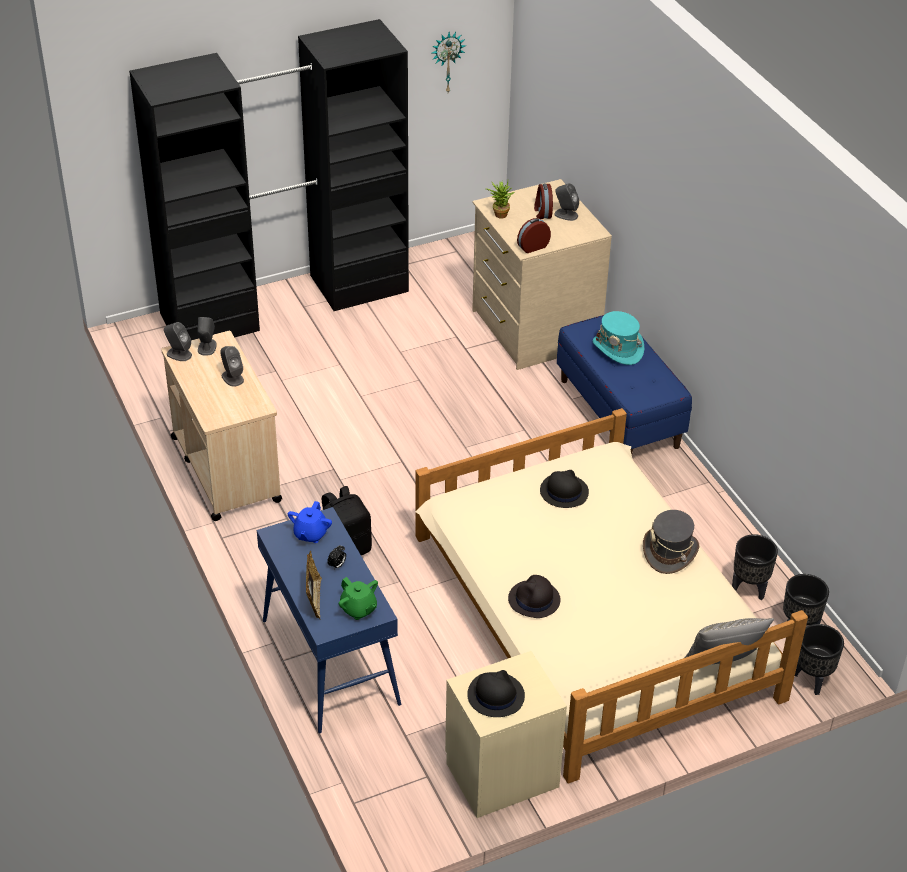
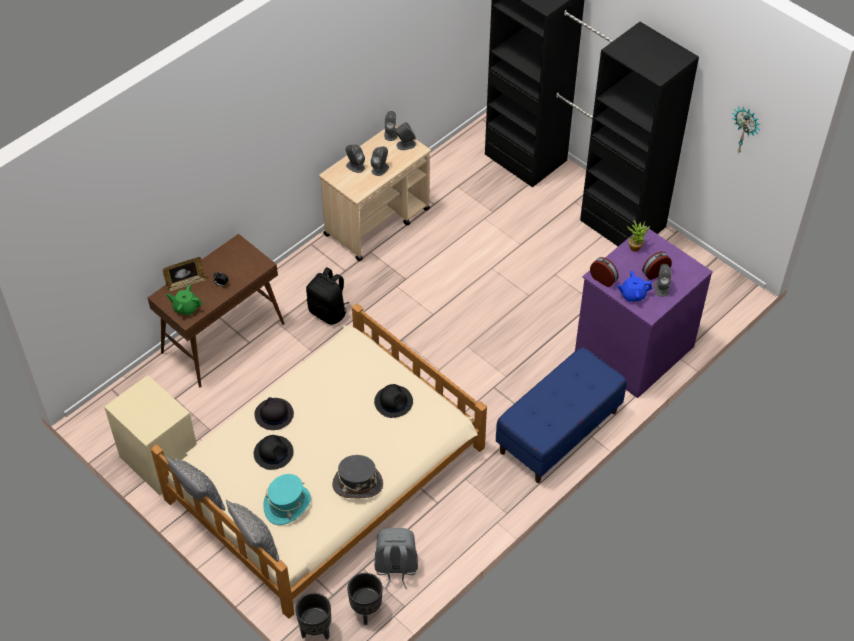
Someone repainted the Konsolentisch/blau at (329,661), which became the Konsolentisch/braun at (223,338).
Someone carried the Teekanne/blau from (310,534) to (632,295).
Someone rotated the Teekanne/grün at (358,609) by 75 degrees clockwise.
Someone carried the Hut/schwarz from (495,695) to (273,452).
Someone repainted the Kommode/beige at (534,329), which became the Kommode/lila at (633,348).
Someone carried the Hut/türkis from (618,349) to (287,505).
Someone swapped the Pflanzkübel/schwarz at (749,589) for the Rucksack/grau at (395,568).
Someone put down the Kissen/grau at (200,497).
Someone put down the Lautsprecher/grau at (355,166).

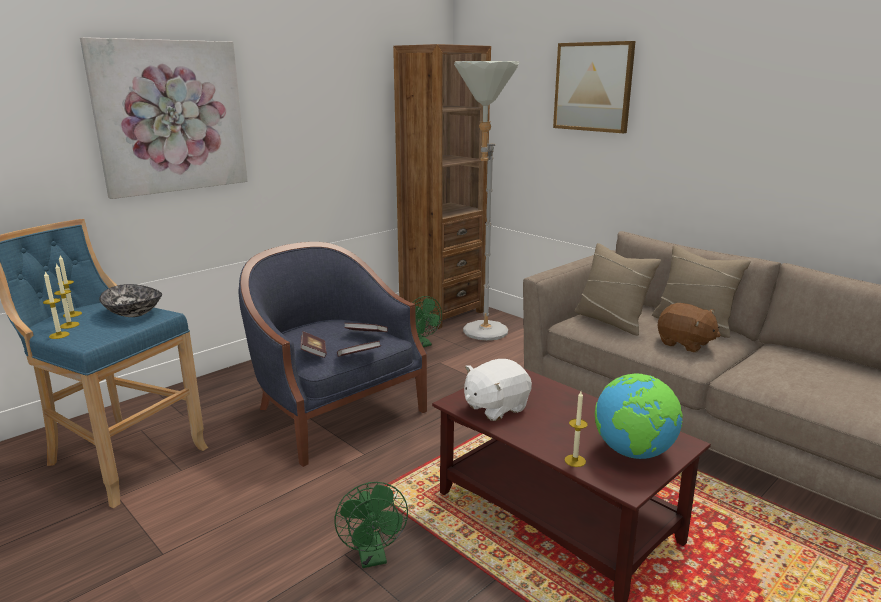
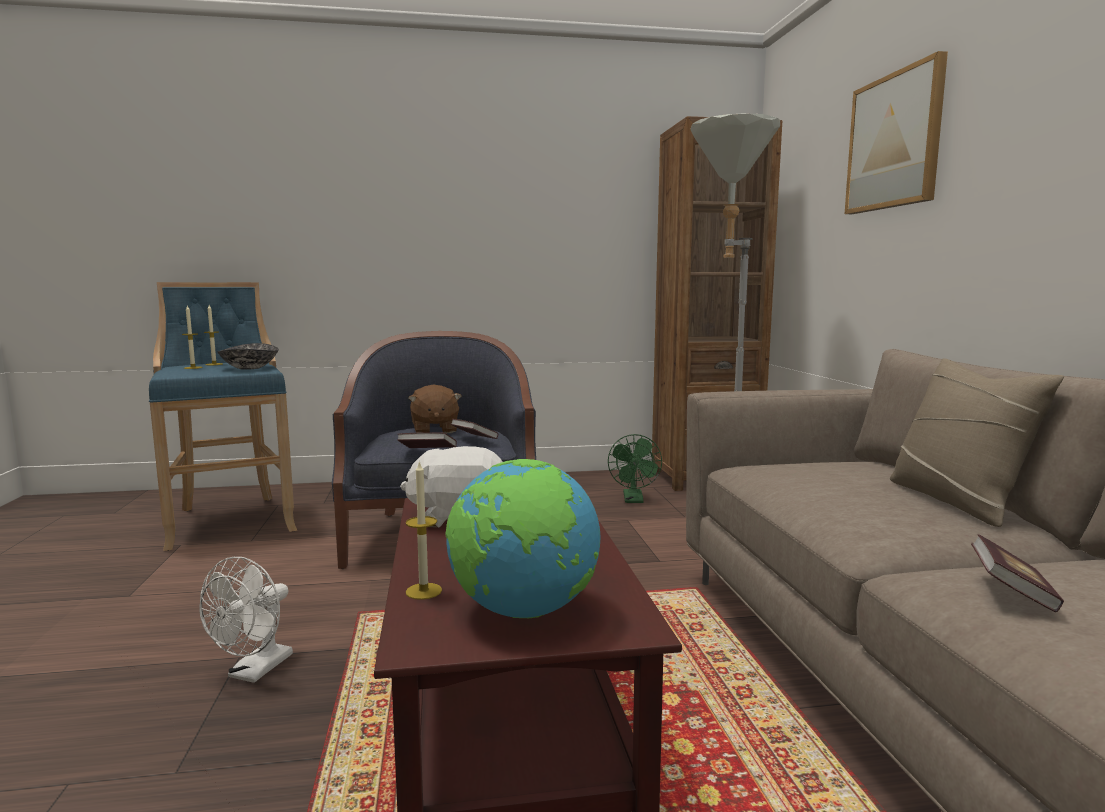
Someone took away the Kerze at (59,335).
Someone took away the Bild at (171,117).
Someone carried the Buch from (314,353) to (1011,592).
Someone repainted the Ventilator/grün at (373,557), which became the Ventilator/weiß at (255,671).
Someone took away the Kissen/beige at (611,321).
Someone carried the Plüschtier/braun from (685,344) to (434,430).

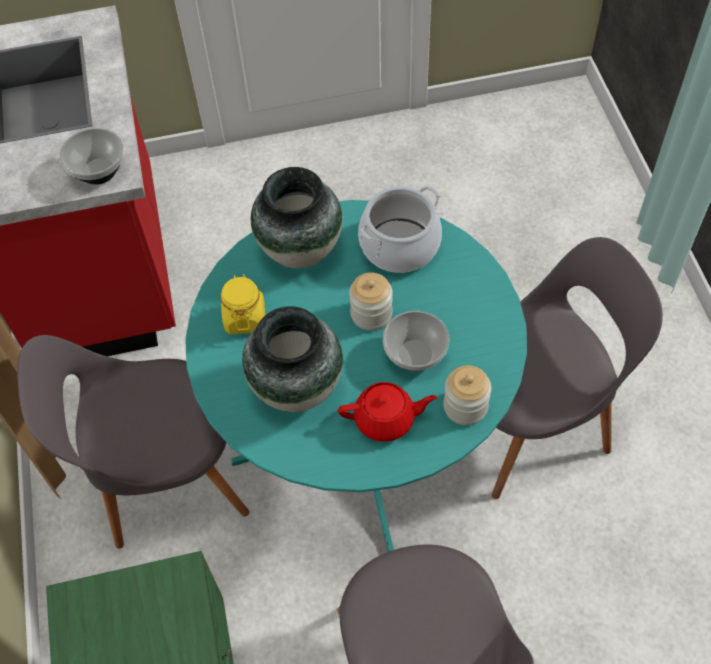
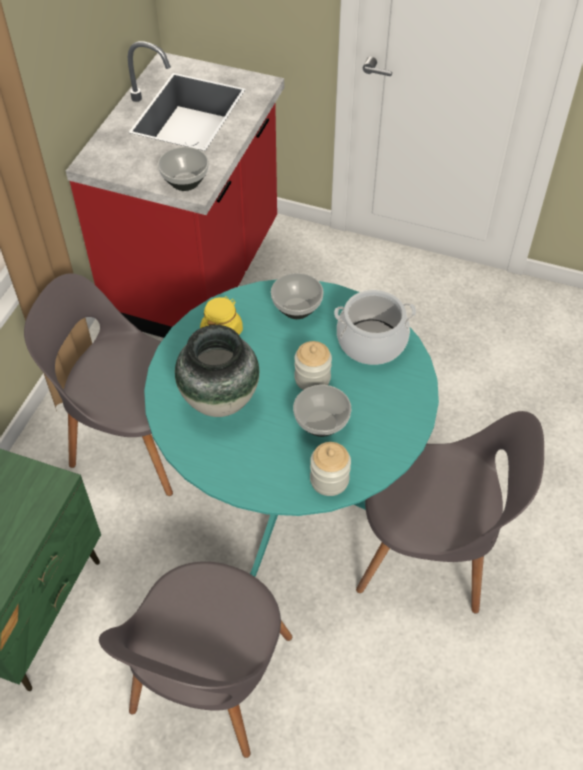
Someone swapped the Vase at (300,250) for the Schüssel at (296,309).
Someone took away the Teekanne/rot at (386,419).

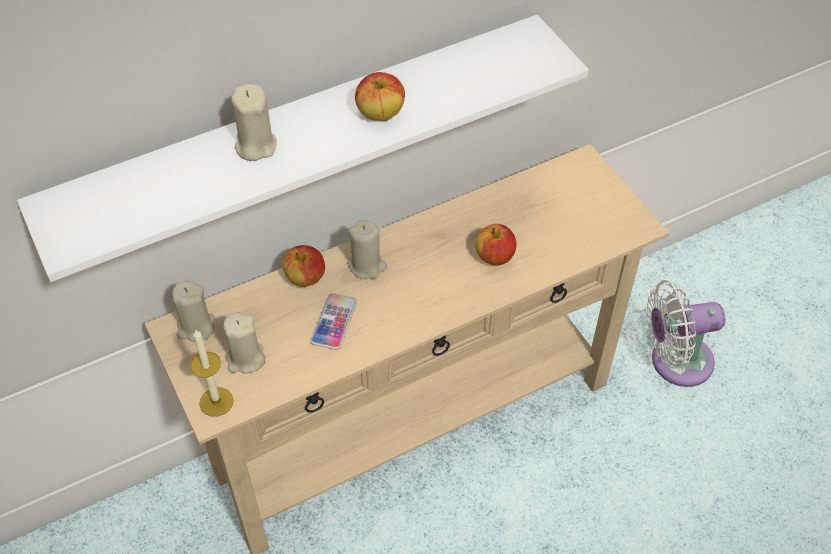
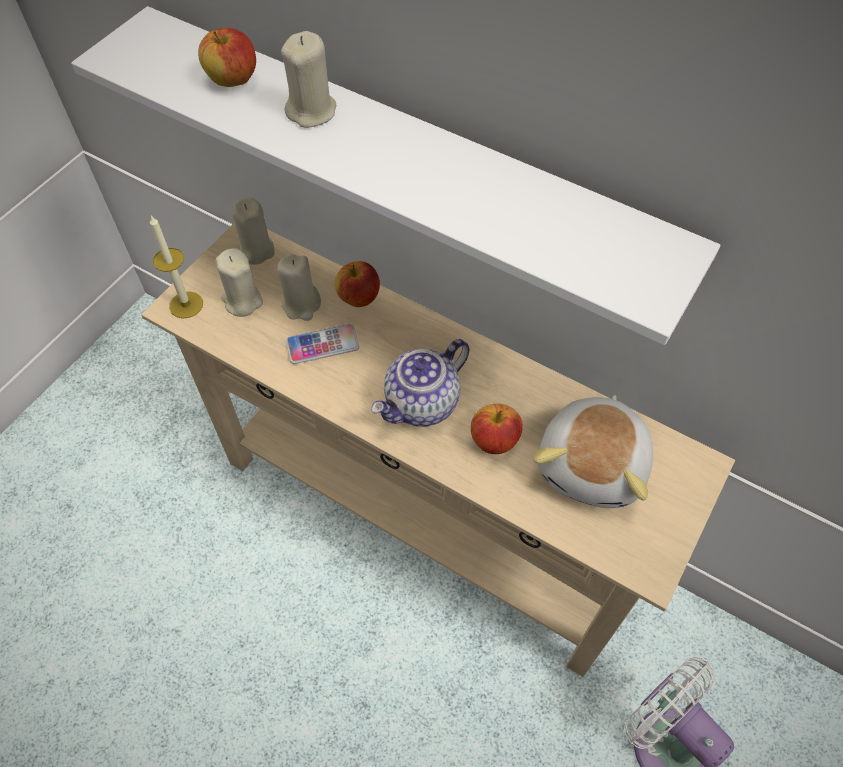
Someone carried the Kerze/beige from (367,265) to (301,305).
Someone carried the Apfel from (380,114) to (233,80).
Someone put down the Teekanne at (422,404).
Someone put down the Plüschtier at (593,465).

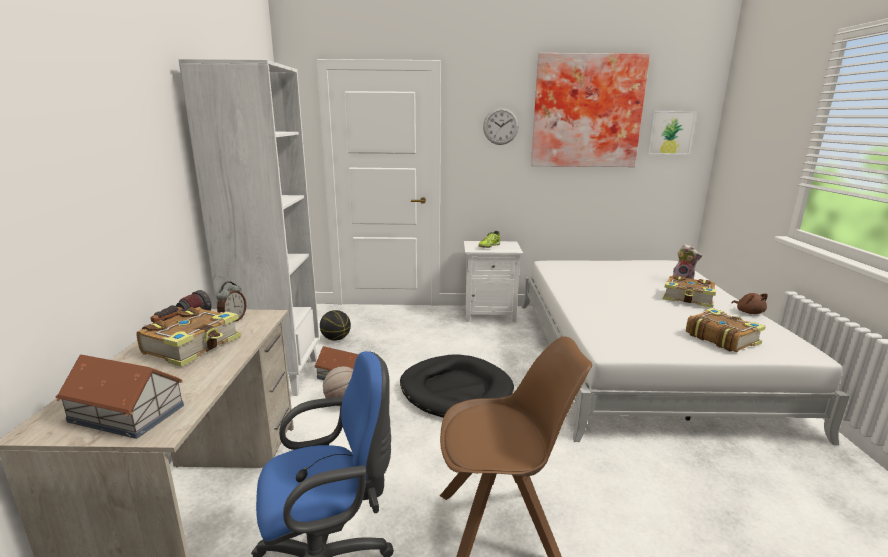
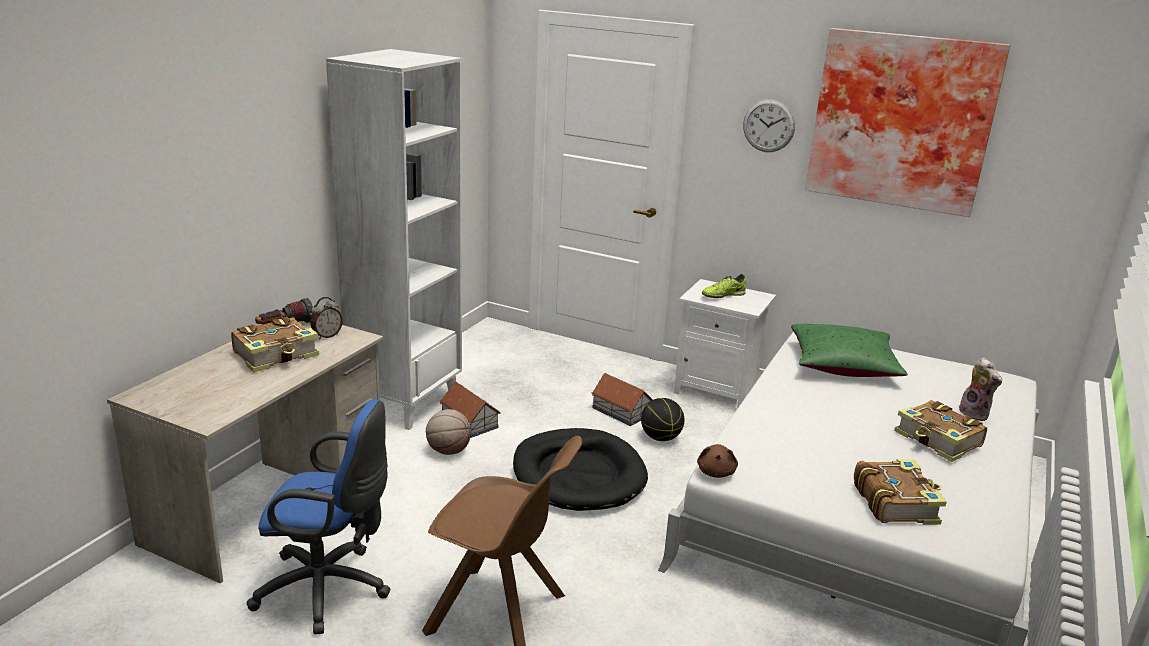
Someone carried the Spielzeughaus from (127,414) to (621,411).
Someone carried the Basketball from (336,338) to (661,438).
Someone took away the Bild at (670,133).
Someone carried the Plüschtier/braun from (748,312) to (716,472).
Someone put down the Kissen/grün at (843,365).

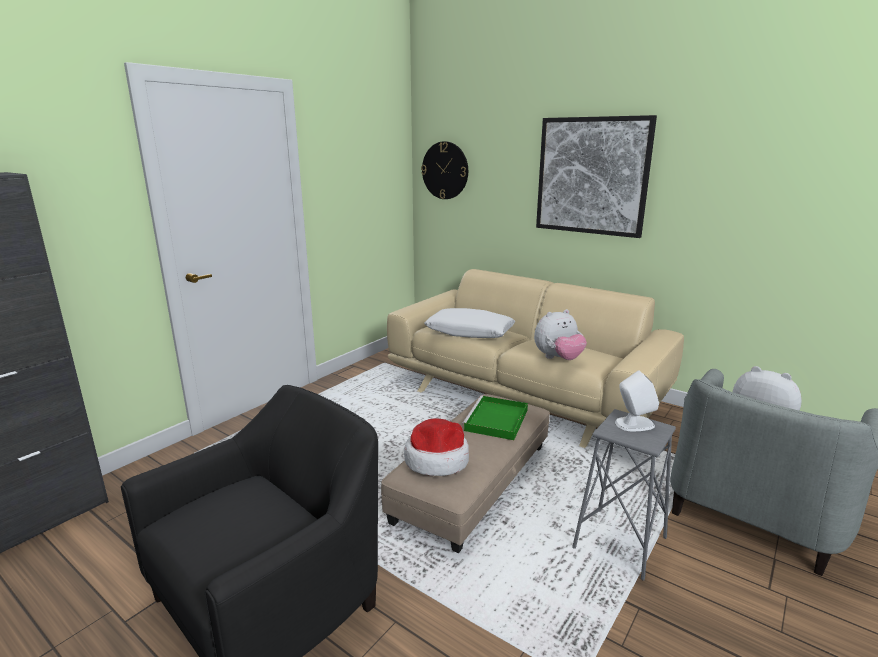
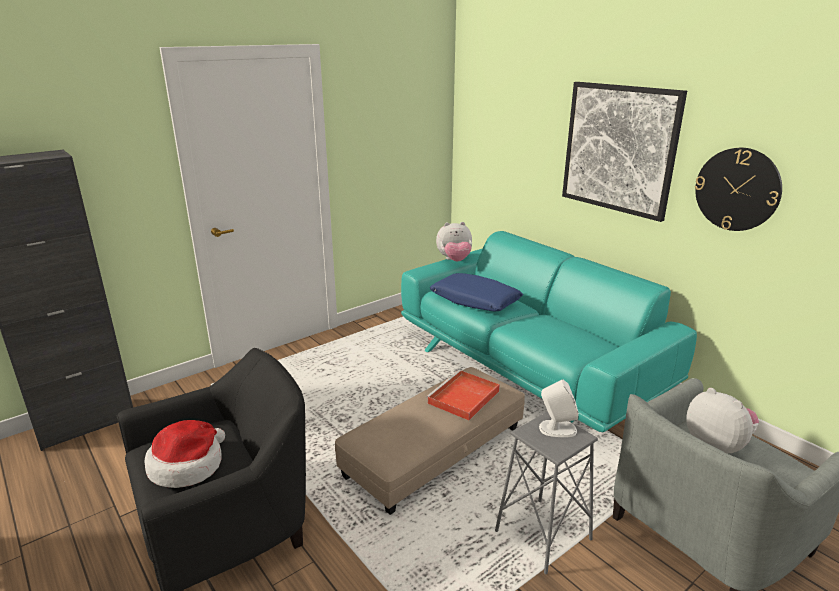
Someone repainted the Sofa/beige at (524,394), which became the Sofa/türkis at (528,368).
Someone carried the Hut from (437,460) to (188,465).
Someone carried the Wanduhr from (445,170) to (737,189).
Someone repainted the Kissen/weiß at (469,332), which became the Kissen/blau at (475,301).
Someone repainted the Tablett/grün at (496,421), which became the Tablett/rot at (463,398).
Someone carried the Plüschtier from (558,359) to (454,260).

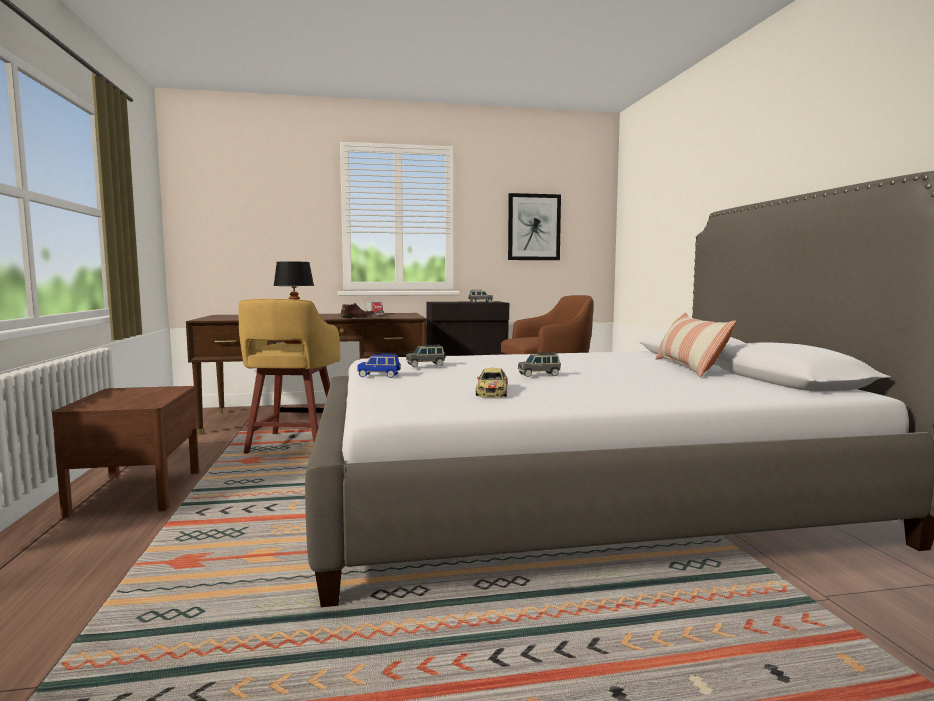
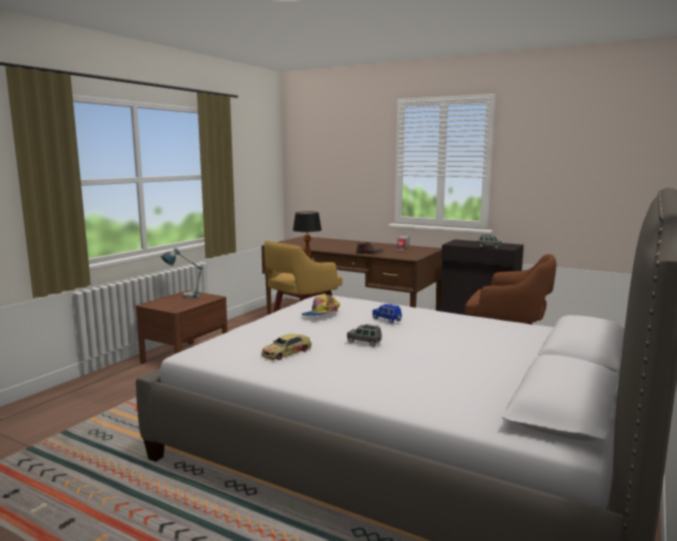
Someone carried the Spielzeugauto/blau from (379,376) to (387,320).
Someone swapped the Spielzeugauto/grau at (426,365) for the Kappe at (321,314).
Someone took away the Bild at (534,227).
Someone took away the Kissen at (689,367).
Someone put down the Tischlampe at (183,296).

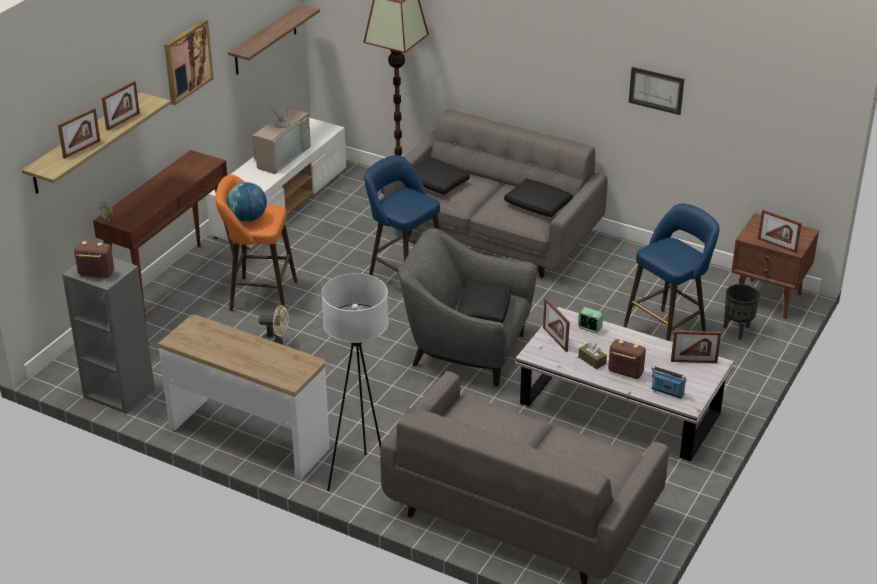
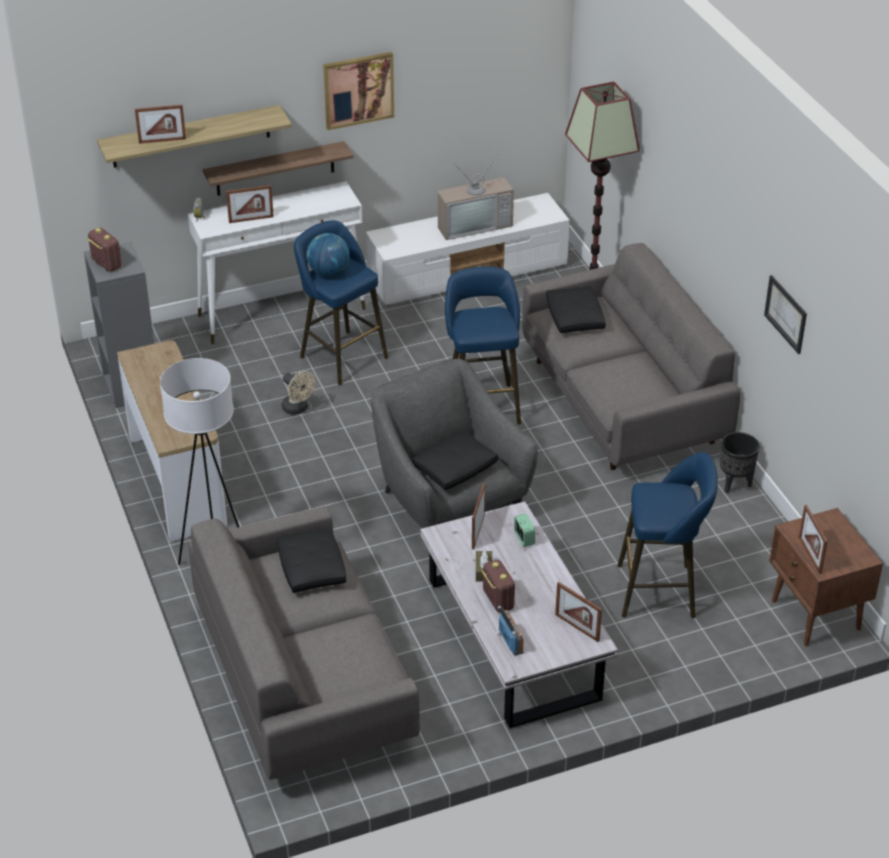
Someone repainted the Konsolentisch/braun at (174,287), which became the Konsolentisch/weiß at (282,312).
Someone carried the Bilderrahmen from (123,121) to (251,219).
Someone repainted the Hocker/orange at (259,295), which became the Hocker/blau at (340,355).
Someone carried the Wandregal from (265,40) to (275,169).
Someone carried the Kissen/schwarz from (538,206) to (312,569).
Someone carried the Pflanzkübel/schwarz from (738,330) to (735,484).

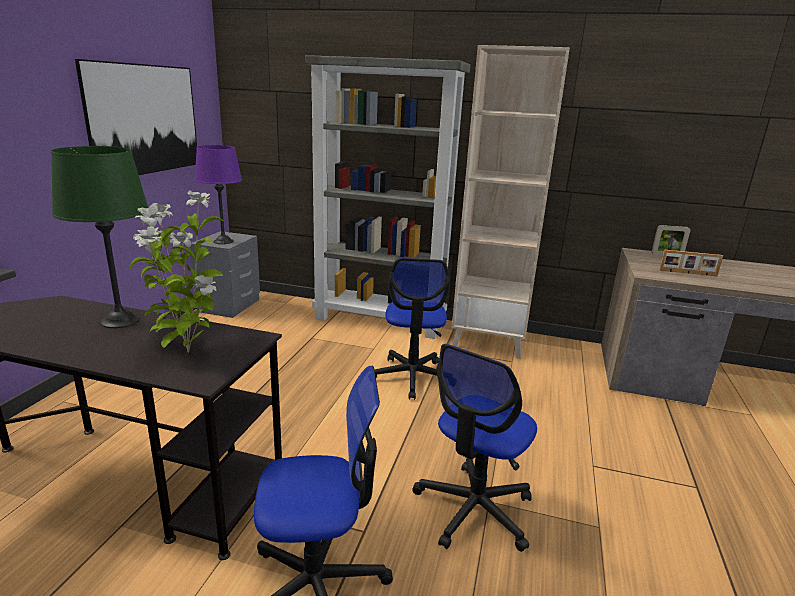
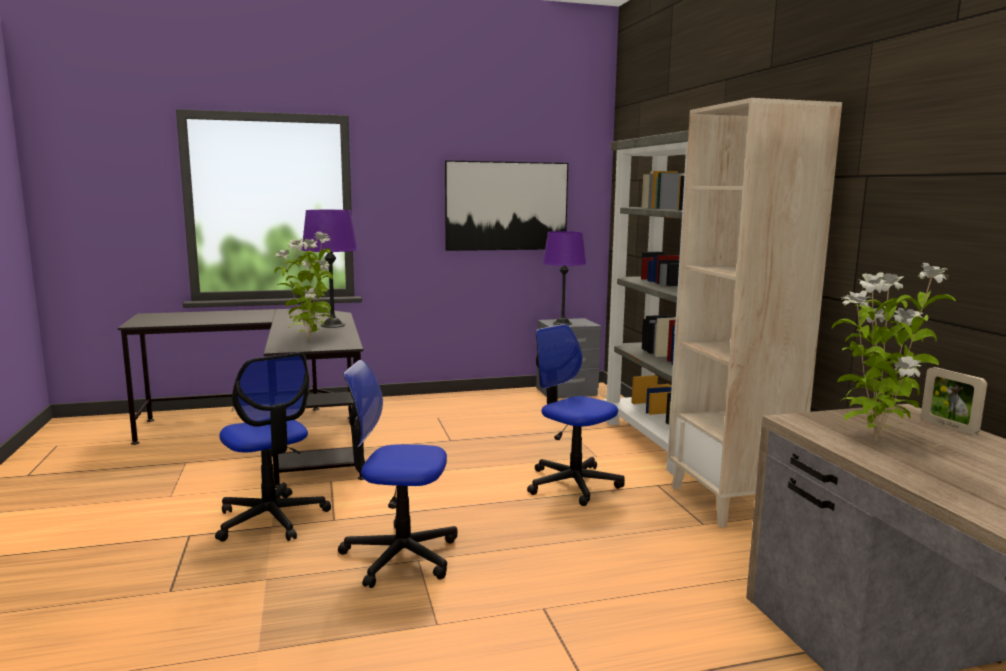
Someone repainted the Tischlampe/grün at (120,320), which became the Tischlampe/lila at (333,325).
Someone rotated the Bürostuhl at (412,377) by 75 degrees clockwise.
Someone swapped the Bilderrahmen at (688,273) for the Topfpflanze at (875,440).

